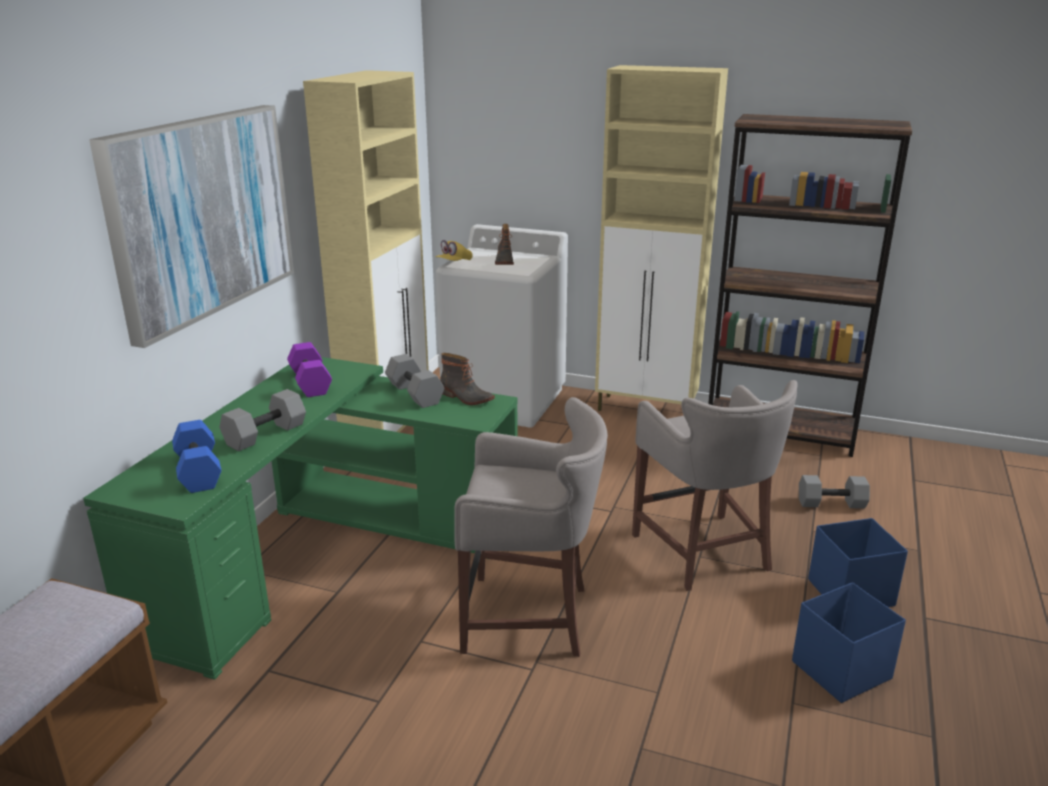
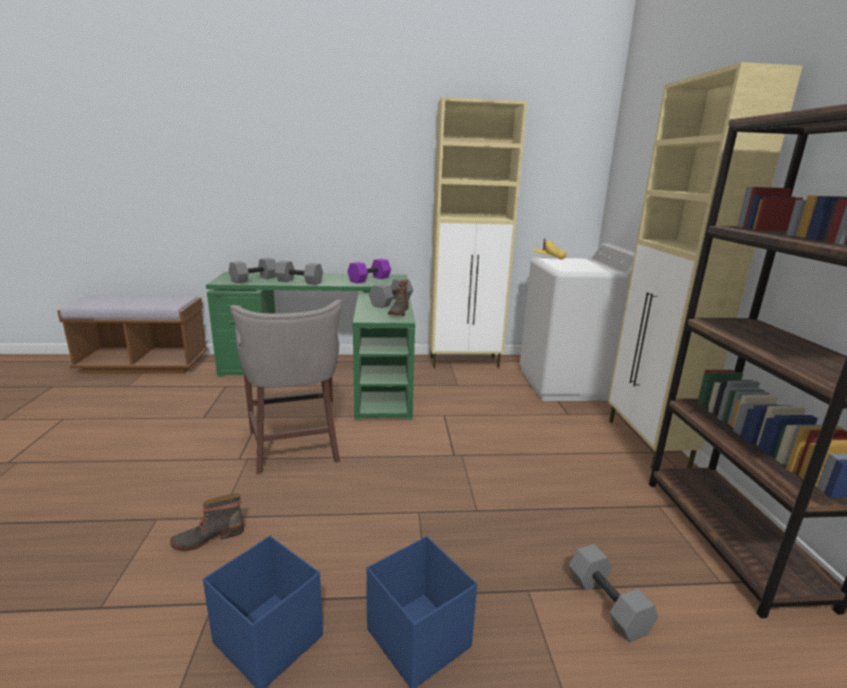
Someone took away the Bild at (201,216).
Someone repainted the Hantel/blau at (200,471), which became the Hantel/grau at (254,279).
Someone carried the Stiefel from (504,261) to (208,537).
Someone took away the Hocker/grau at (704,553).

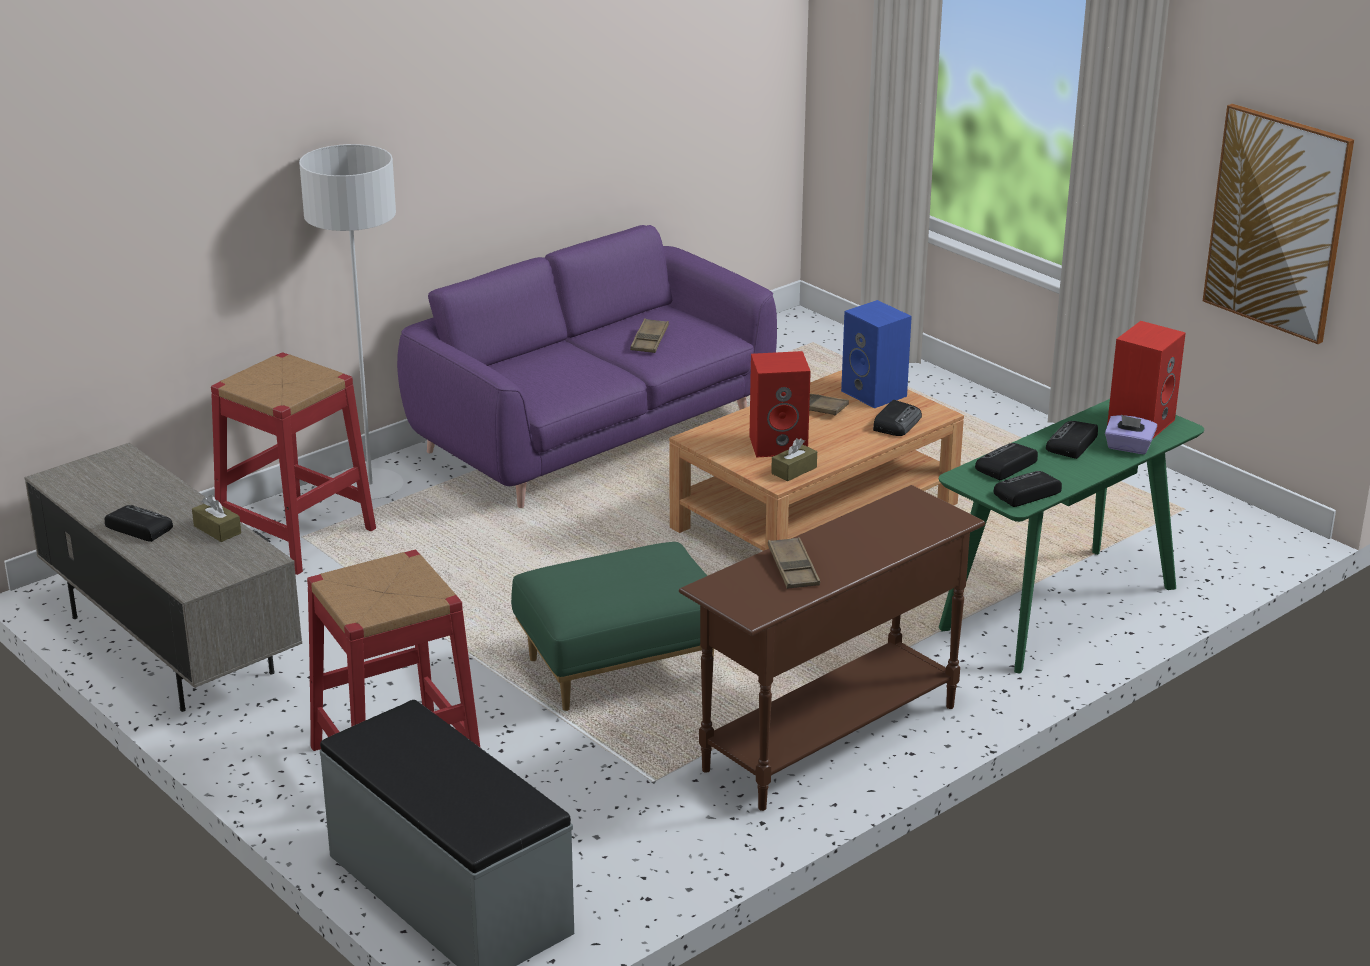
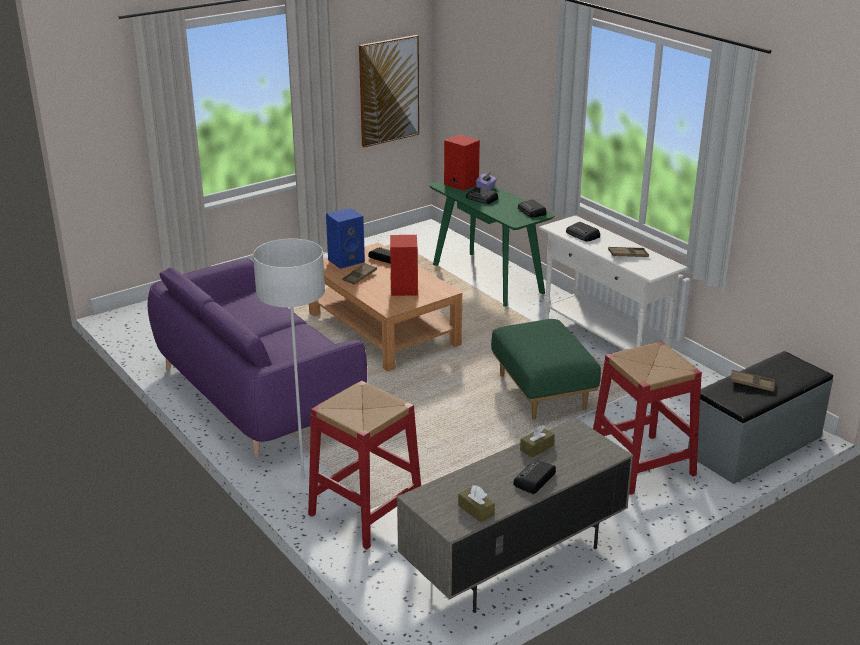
Someone carried the Tablett/braun from (649,340) to (751,384).
Someone repainted the Konsolentisch/braun at (829,738), which became the Konsolentisch/weiß at (603,340).
Someone carried the Taschentuchbox/braun from (794,470) to (476,510).
Someone carried the Radio from (1005,466) to (583,235).

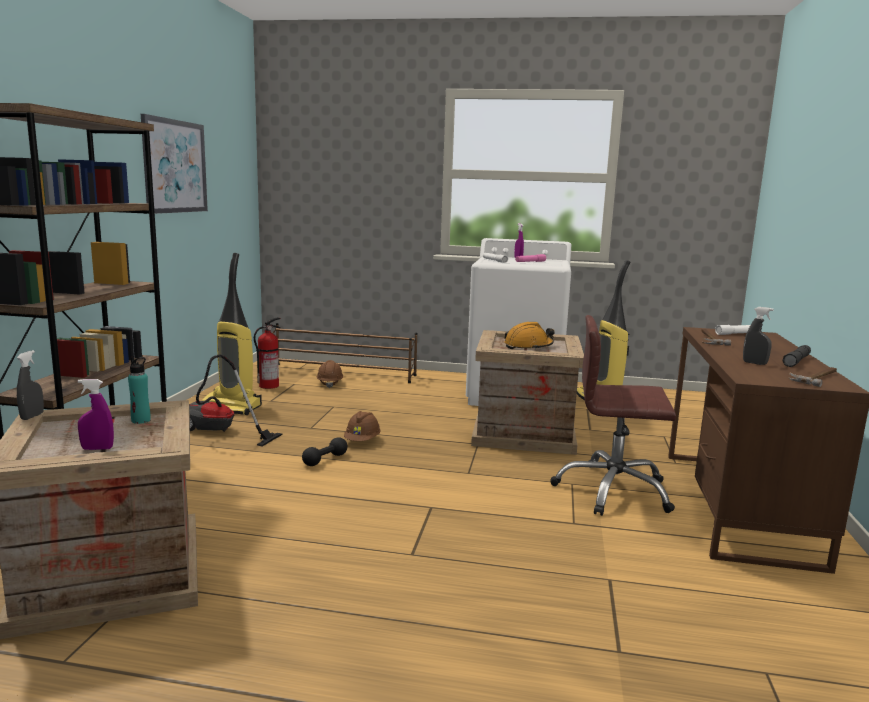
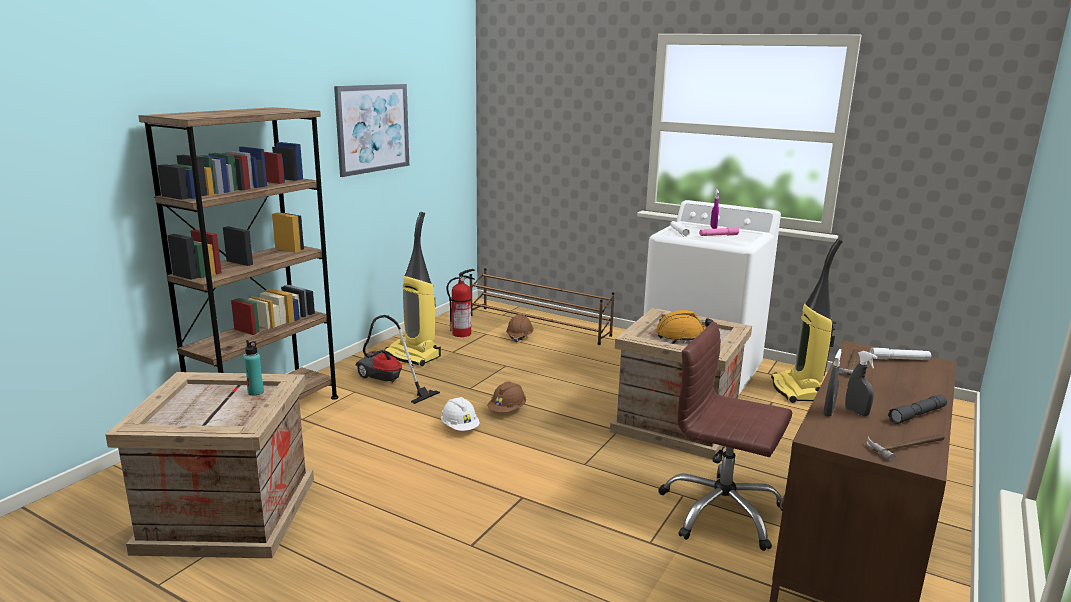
Someone carried the Sprühflasche/grau from (32,416) to (828,412).
Someone took away the Sprühflasche/lila at (97,448).
Someone swapped the Hantel/schwarz at (325,460) for the Schutzhelm/weiß at (460,427).

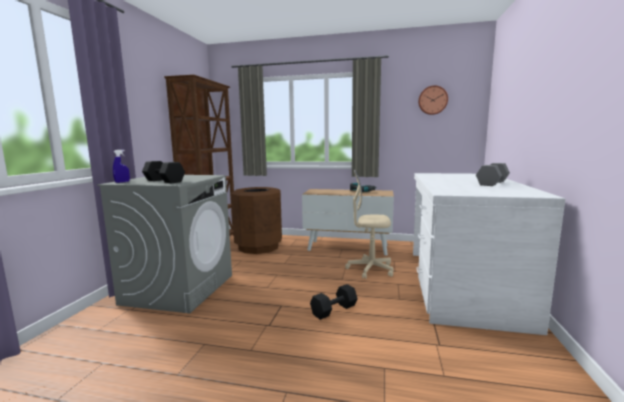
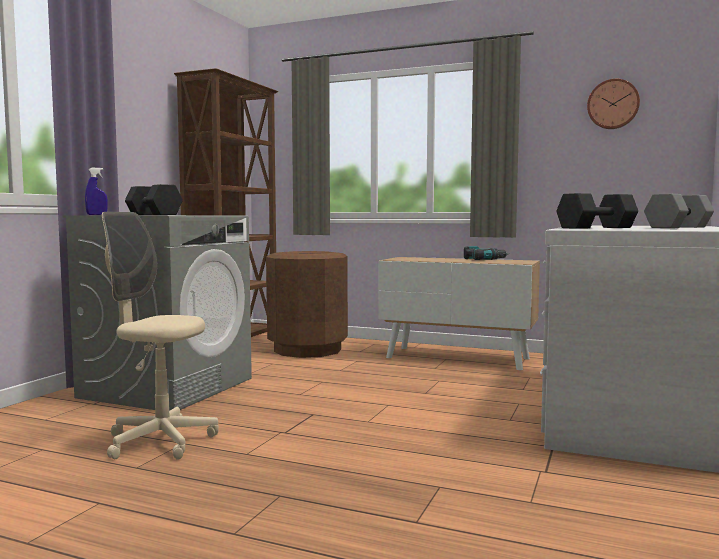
Someone carried the Hantel/schwarz from (334,309) to (596,228).
Someone carried the Bürostuhl/beige from (370,269) to (160,441).

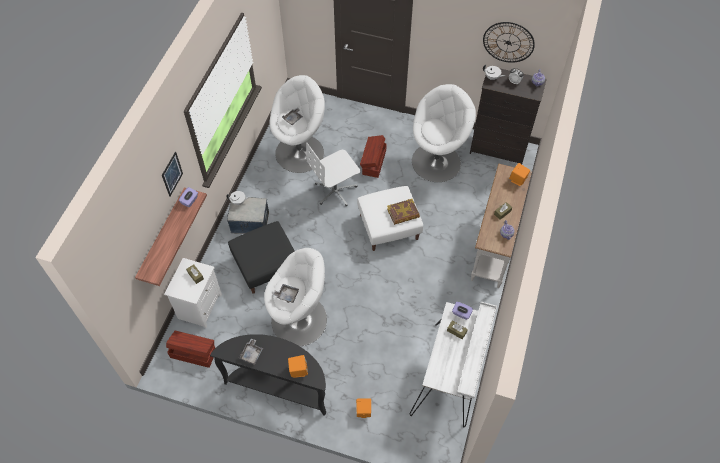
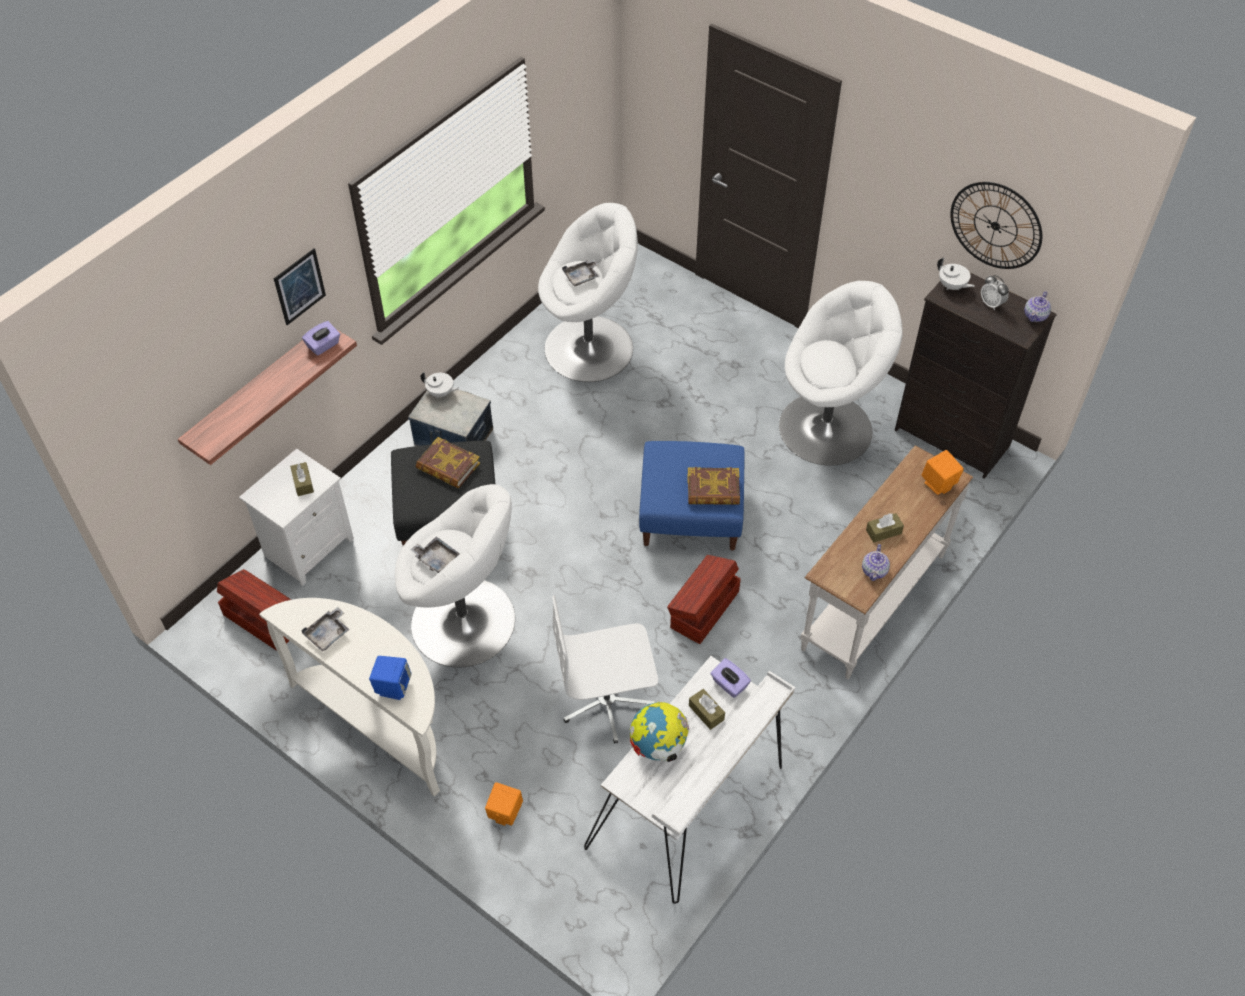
Someone repainted the Konsolentisch/schwarz at (279,386), which became the Konsolentisch/weiß at (380,721).
Someone repainted the Lautsprecher/orange at (298,370), which became the Lautsprecher/blau at (393,687).
Someone carried the Bürostuhl/weiß from (335,191) to (607,702).
Someone repainted the Polsterhocker/weiß at (389,227), which became the Polsterhocker/blau at (691,513).
Someone carried the Aufbewahrungsbox/braun from (373,162) to (703,609).
Someone put down the Buch at (448,467).
Someone put down the Globus at (658,746).

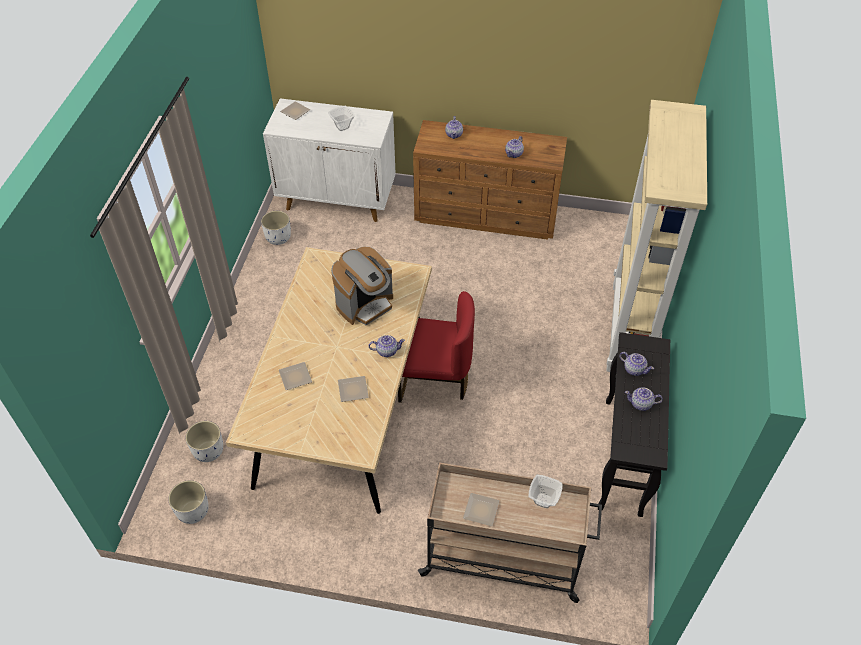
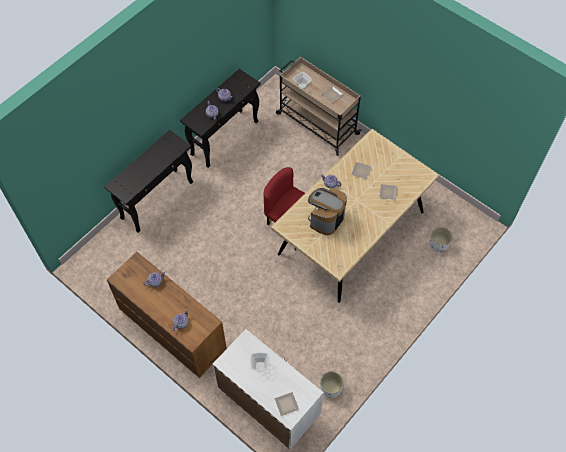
Someone took away the Pflanzkübel/weiß at (192,511).
Someone rotated the Kaffeemaschine at (365,304) by 45 degrees counterclockwise.
Someone swapped the Bücherregal/beige at (630,329) for the Konsolentisch/schwarz at (157,199).

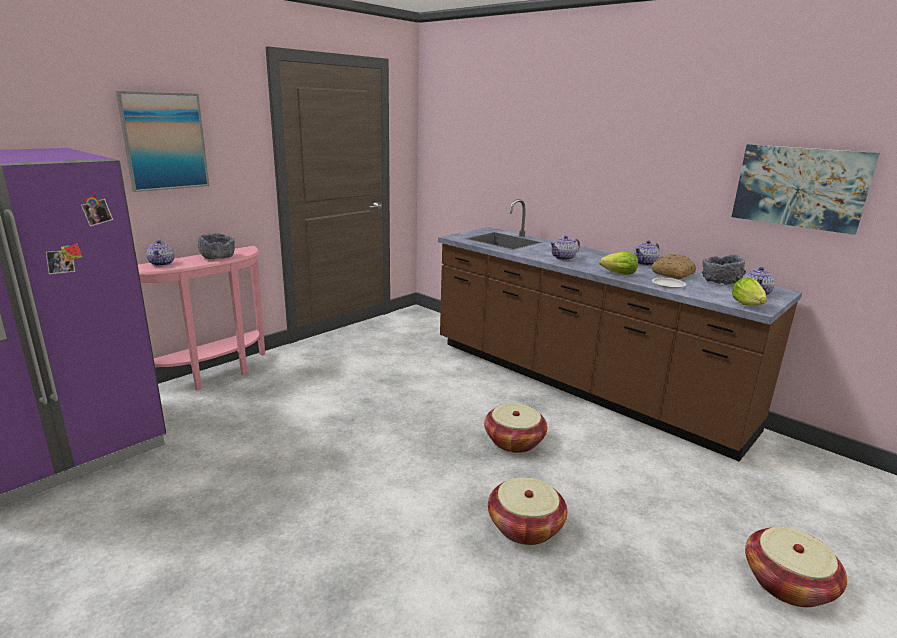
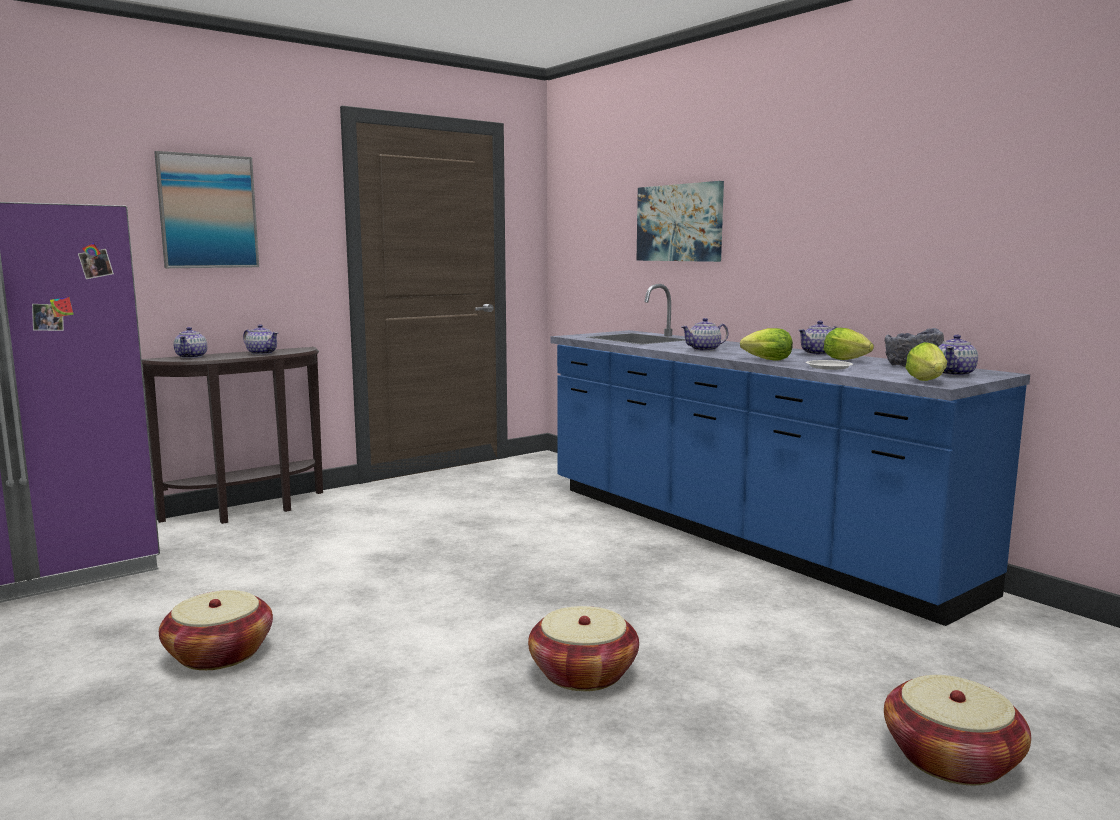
Someone repainted the Konsolentisch/rosa at (215,375), which became the Konsolentisch/braun at (251,510).
Someone swapped the Schüssel/grau at (218,257) for the Teekanne at (262,353).
Someone repainted the Küchenzeile/braun at (579,384), which became the Küchenzeile/blau at (739,536).
Someone carried the Korb from (514,441) to (219,654).
Someone swapped the Brot at (672,273) for the Salatkopf at (848,360).
Someone carried the Bild from (800,187) to (680,223).

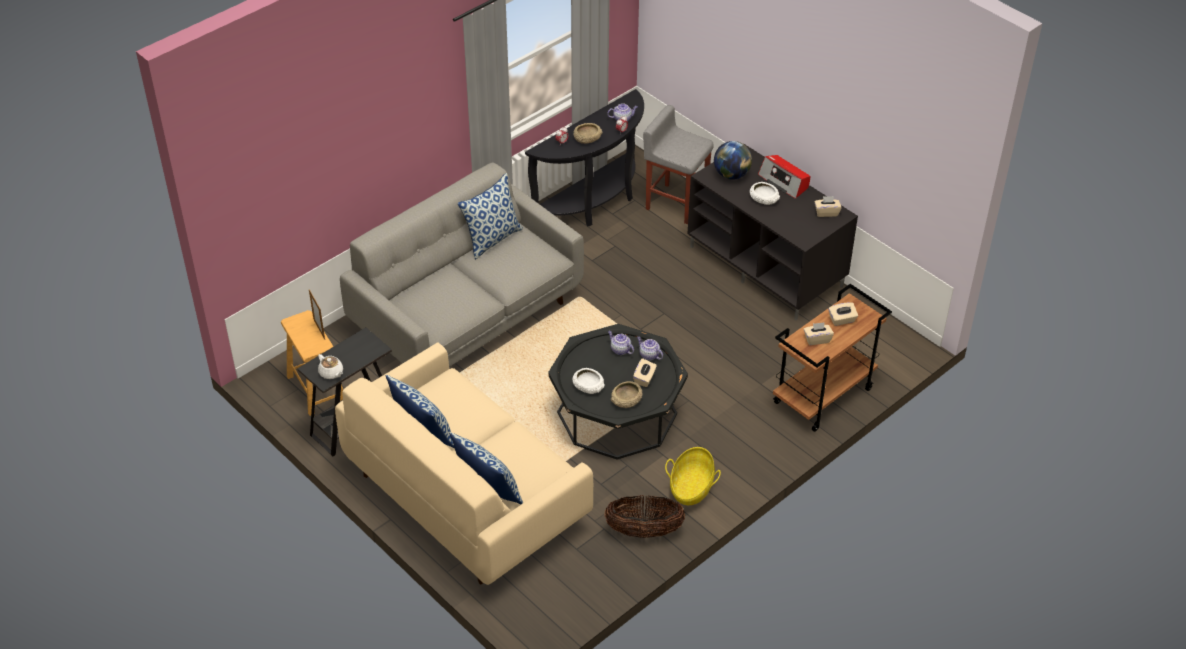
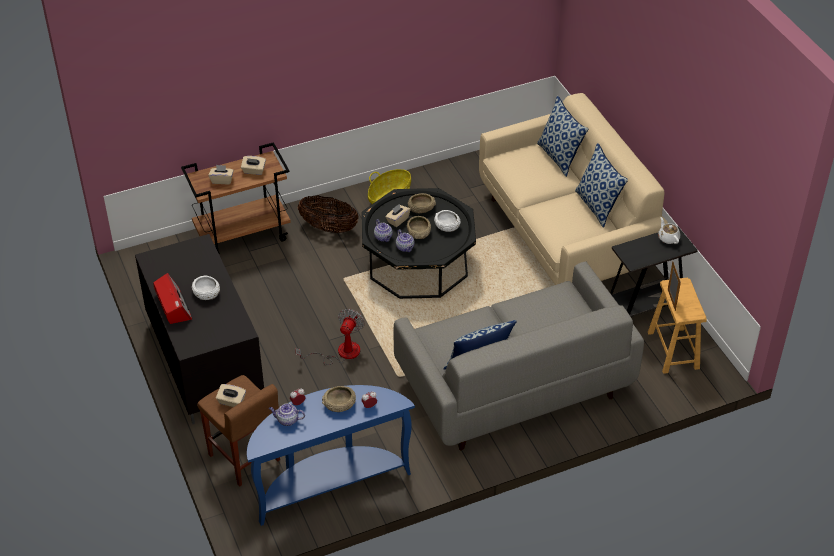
Someone repainted the Konsolentisch/schwarz at (594,202), which became the Konsolentisch/blau at (329,483).
Someone carried the Korb from (644,531) to (329,228).
Someone repainted the Hocker/grau at (675,203), which became the Hocker/braun at (244,458).
Someone took away the Globus at (731,175).
Someone carried the Taschentuchbox/beige from (826,212) to (231,402).
Someone put down the Ventilator at (340,353).
Someone put down the Schüssel/beige at (419,232).

